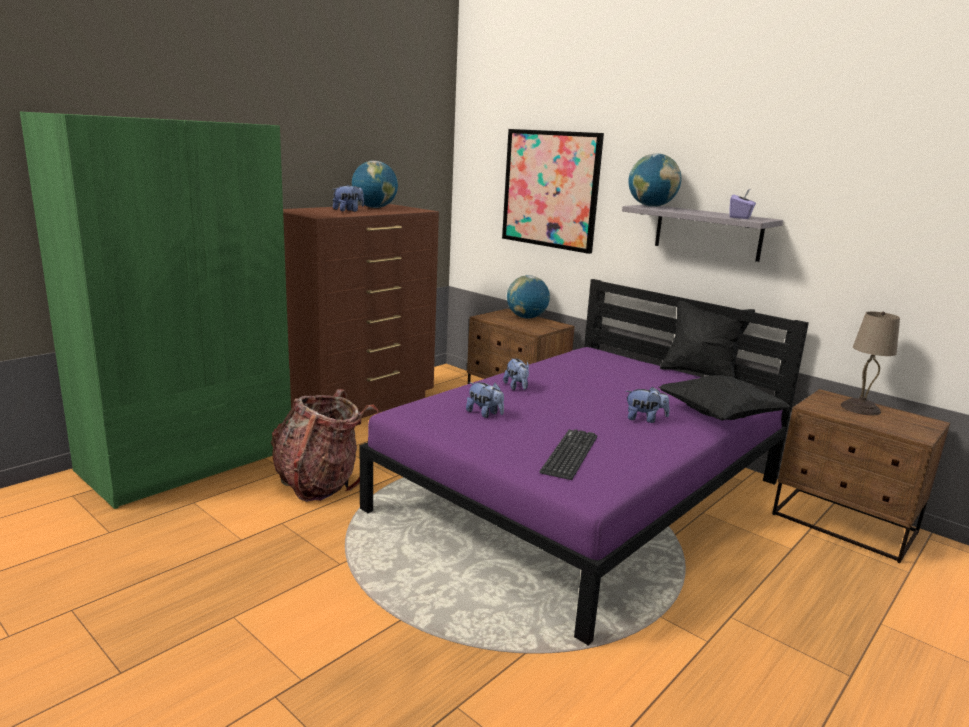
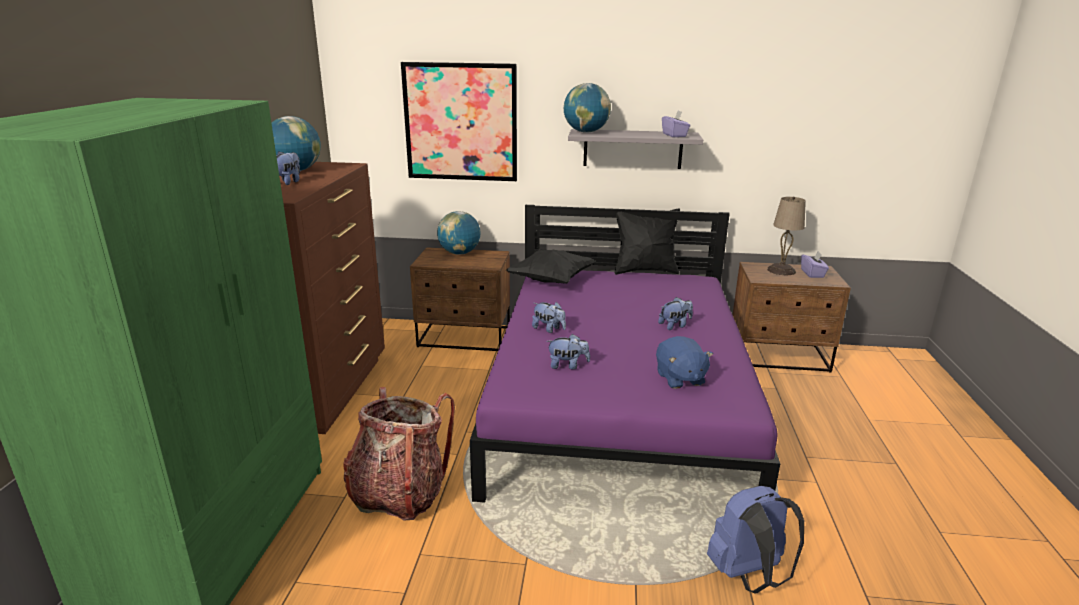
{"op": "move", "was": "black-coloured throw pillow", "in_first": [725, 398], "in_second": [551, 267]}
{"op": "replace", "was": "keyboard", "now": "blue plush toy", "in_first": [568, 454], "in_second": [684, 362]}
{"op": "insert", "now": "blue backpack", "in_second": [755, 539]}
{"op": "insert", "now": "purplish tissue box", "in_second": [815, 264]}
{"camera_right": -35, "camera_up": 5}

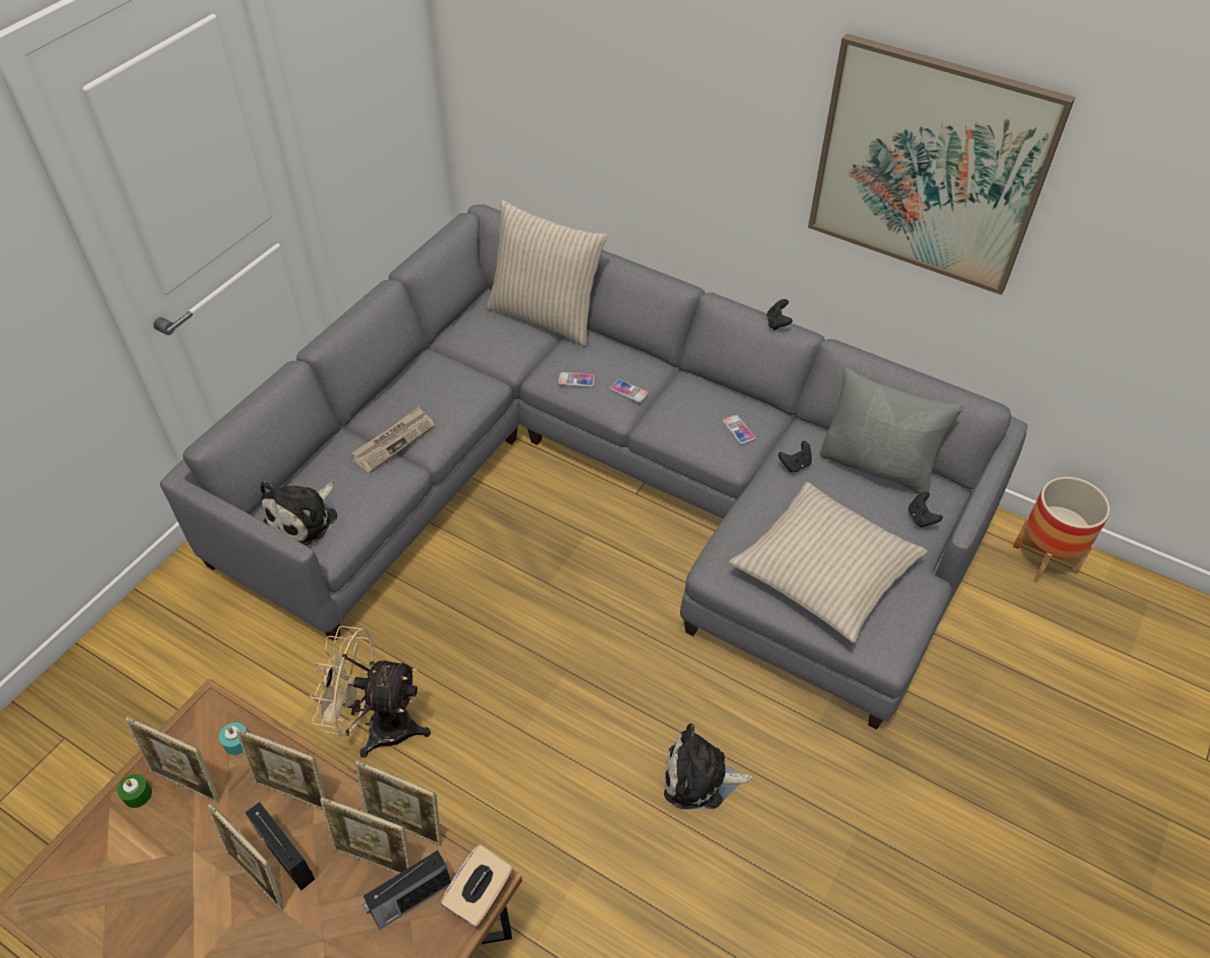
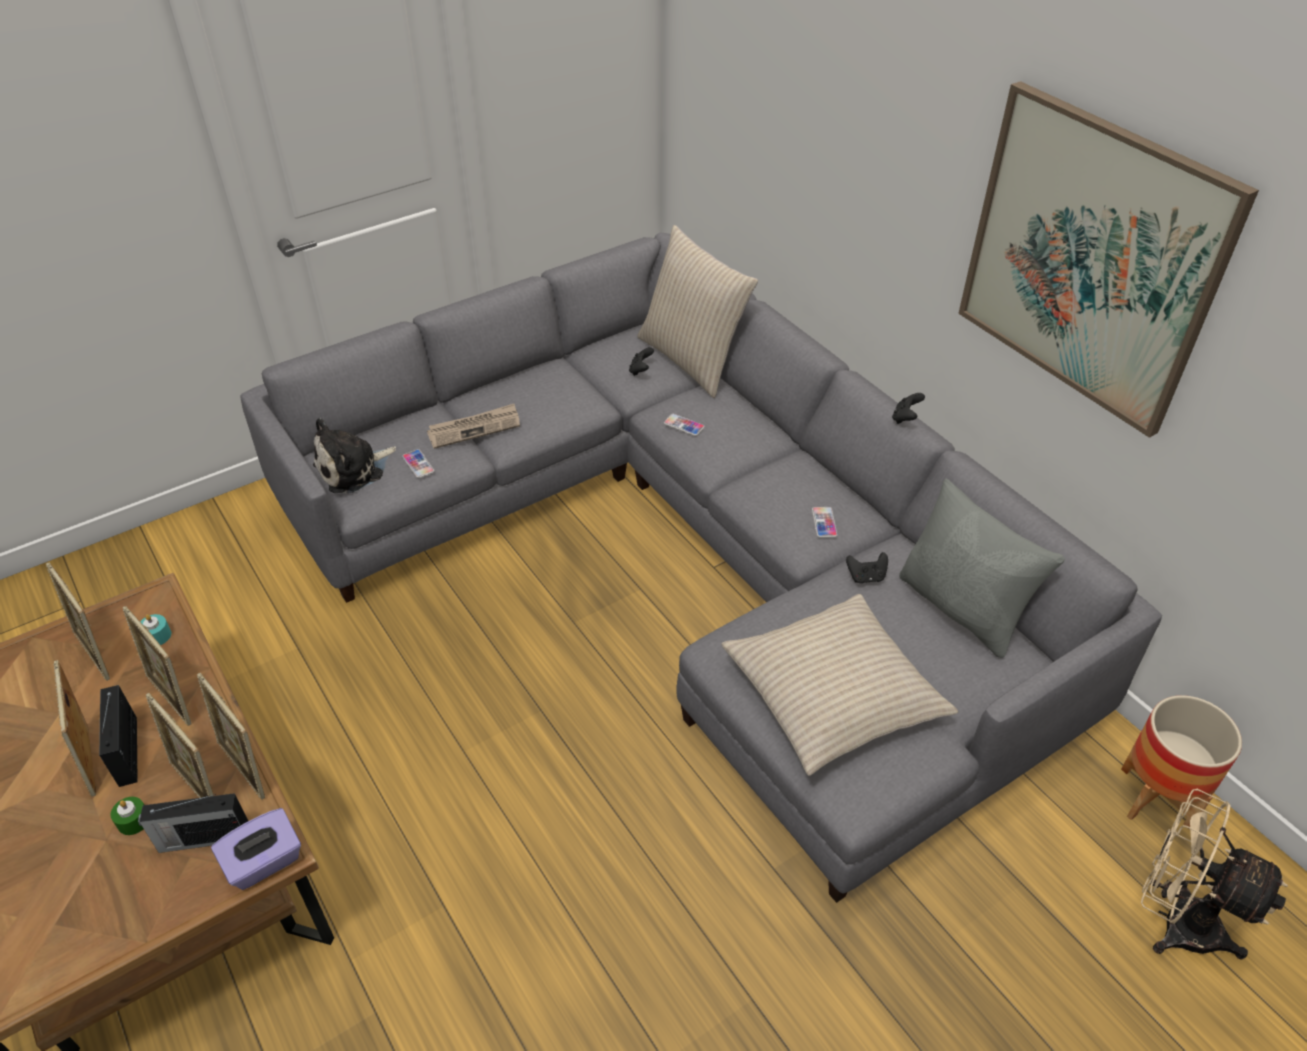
{"op": "move", "was": "green-coloured wax candle", "in_first": [134, 791], "in_second": [127, 816]}
{"op": "recolor", "was": "beige-coloured tissue box", "now": "purplish tissue box", "in_first": [476, 885], "in_second": [256, 849]}
{"op": "move", "was": "handset", "in_first": [629, 390], "in_second": [418, 463]}
{"op": "move", "was": "black-coloured joypad", "in_first": [925, 510], "in_second": [641, 361]}
{"op": "move", "was": "beige-coloured cooling fan", "in_first": [370, 692], "in_second": [1214, 874]}
{"op": "delete", "was": "plush toy", "in_first": [708, 766]}
{"camera_right": 25, "camera_up": -5}

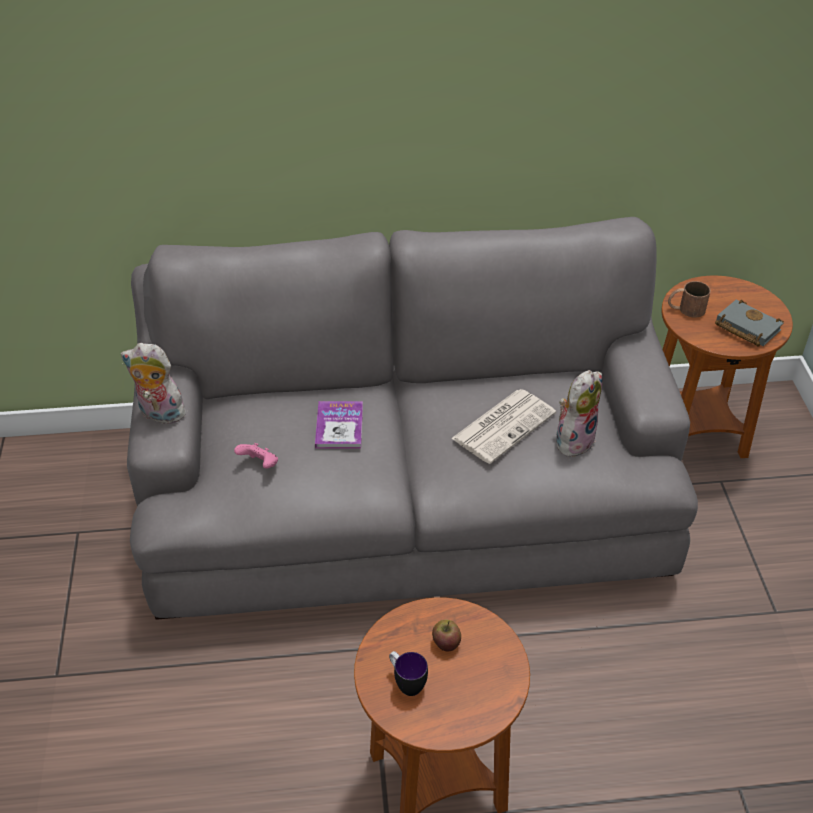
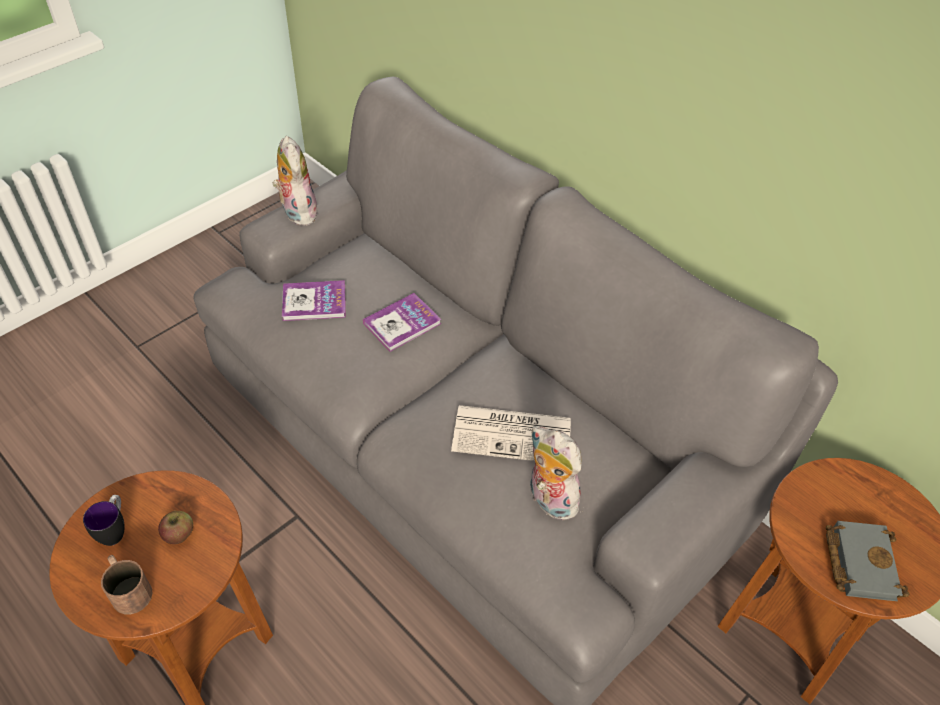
{"op": "move", "was": "brown-coloured tea mug", "in_first": [689, 299], "in_second": [127, 584]}
{"op": "replace", "was": "pink joypad", "now": "volume", "in_first": [256, 456], "in_second": [314, 300]}
{"op": "rotate", "was": "plush toy", "in_first": [579, 415], "in_second": [556, 473], "clockwise": -135}
{"camera_right": 50, "camera_up": 5}

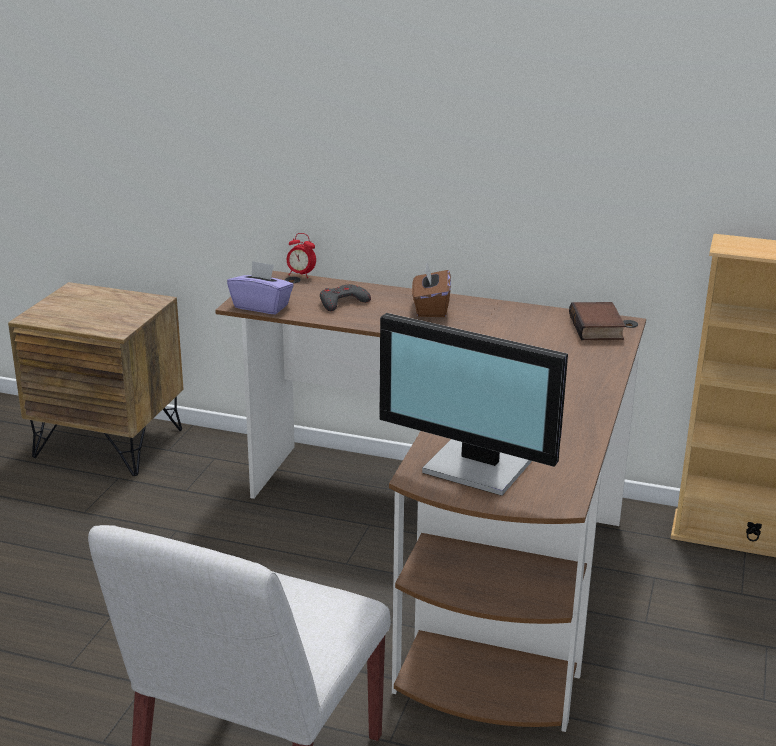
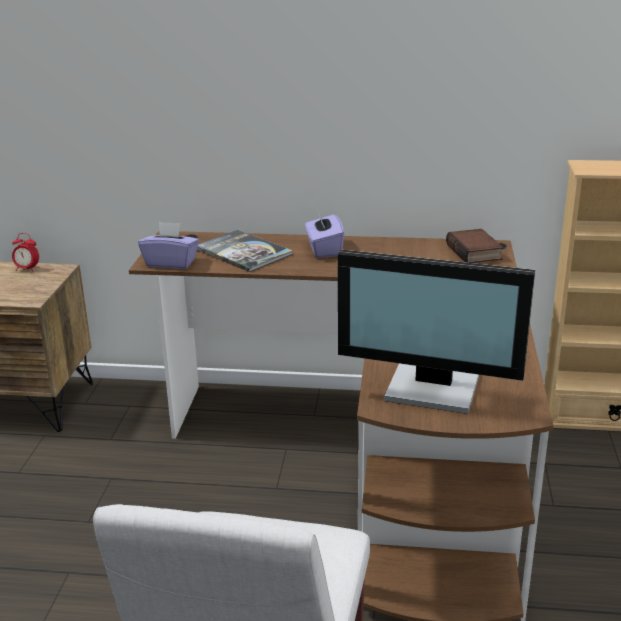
{"op": "move", "was": "table clock", "in_first": [301, 255], "in_second": [25, 252]}
{"op": "replace", "was": "greyish joypad", "now": "volume", "in_first": [345, 297], "in_second": [245, 251]}
{"op": "recolor", "was": "brown-coloured tissue box", "now": "purplish tissue box", "in_first": [431, 290], "in_second": [324, 233]}
{"camera_right": -10, "camera_up": 0}

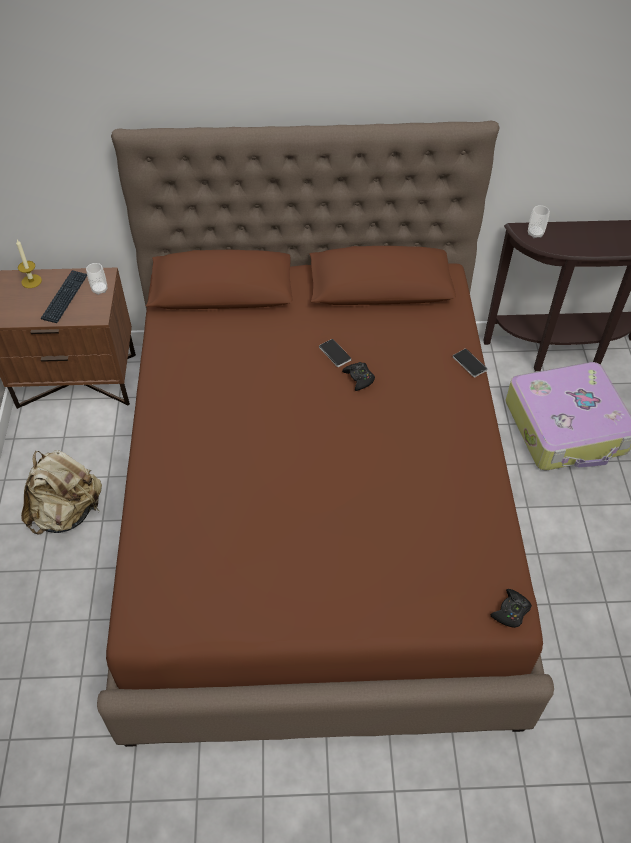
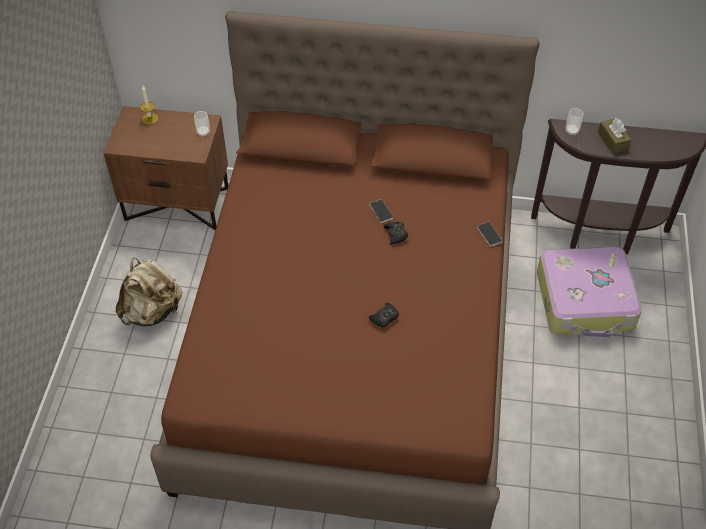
{"op": "move", "was": "black-coloured joypad", "in_first": [511, 608], "in_second": [384, 315]}
{"op": "insert", "now": "brown-coloured tissue box", "in_second": [614, 135]}
{"op": "delete", "was": "keyboard", "in_first": [64, 296]}
{"camera_right": 10, "camera_up": 0}

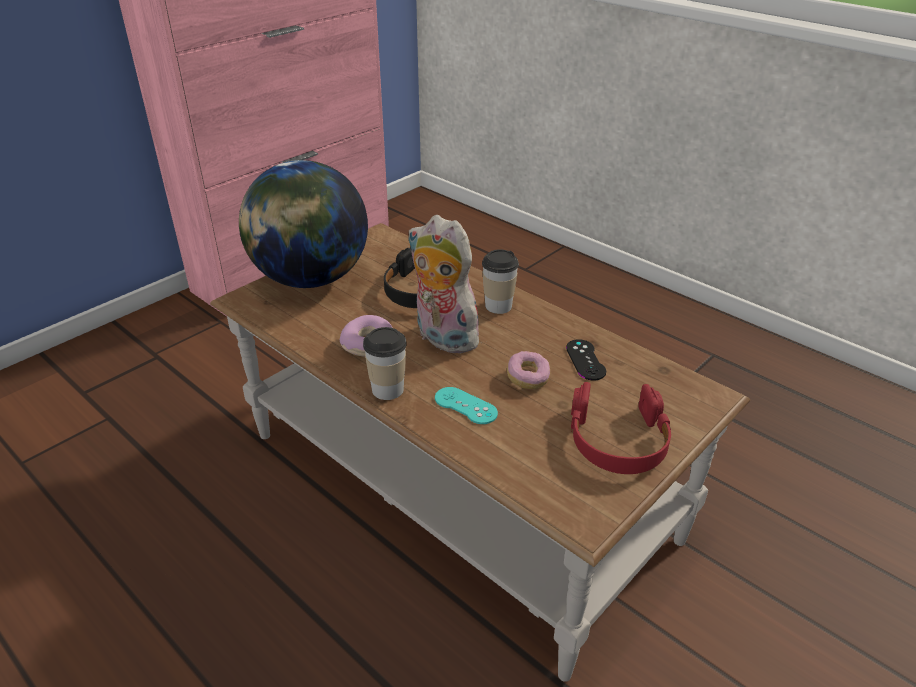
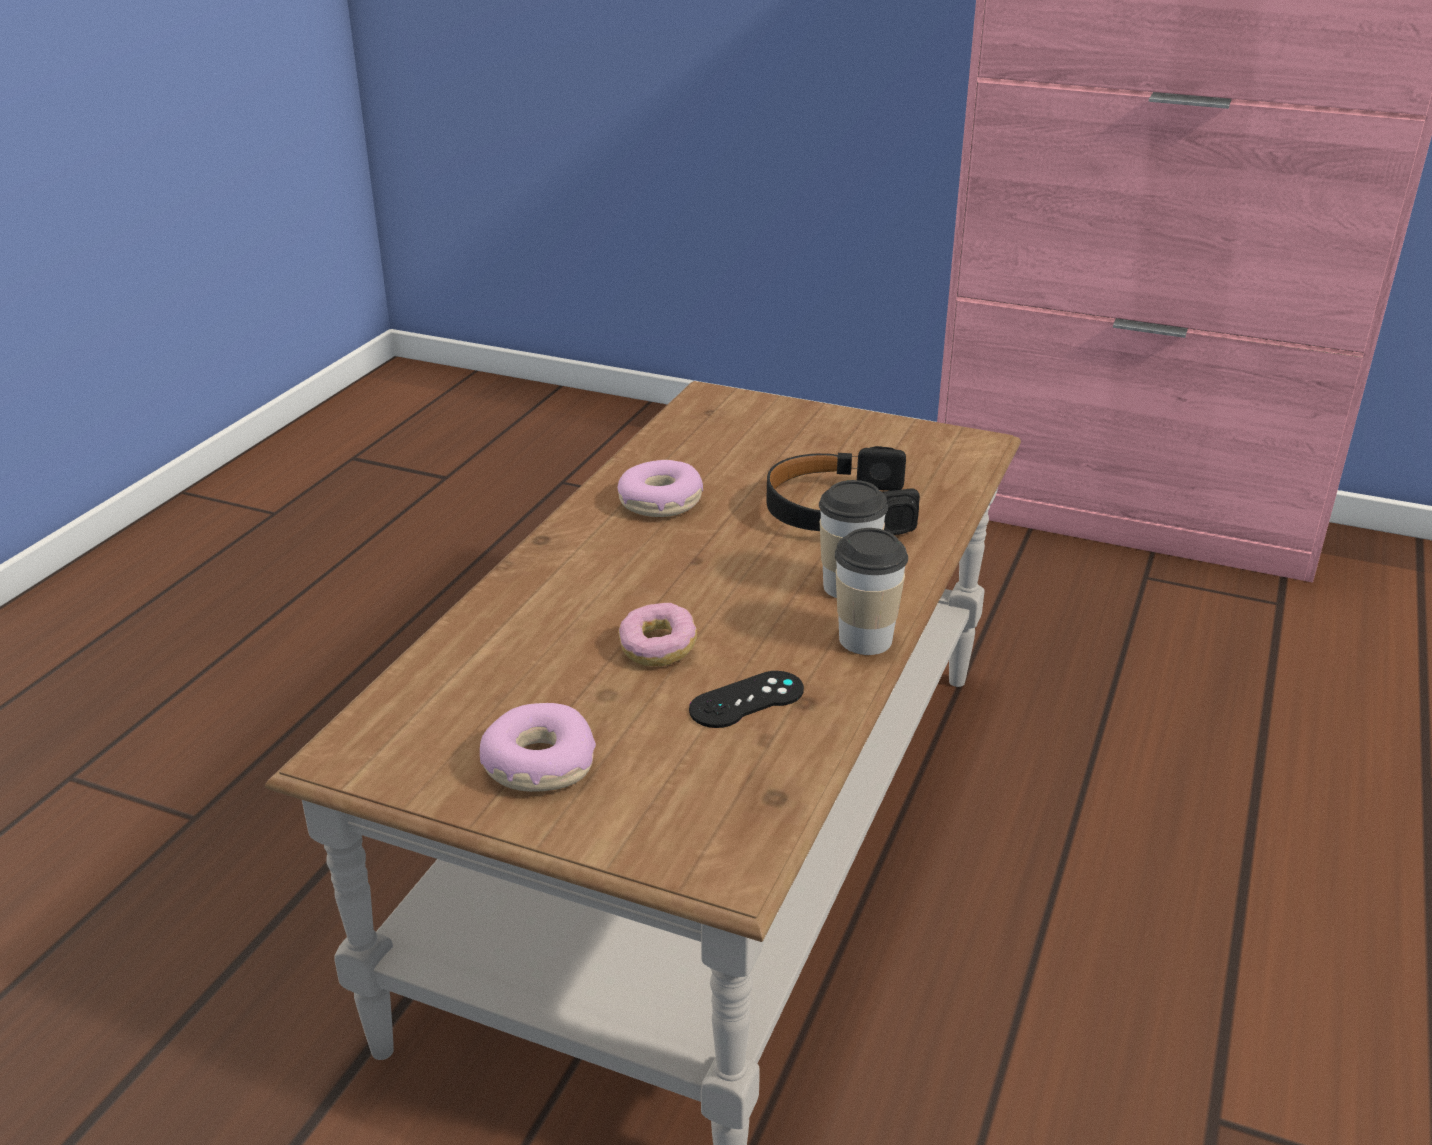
{"op": "replace", "was": "reddish headset", "now": "doughnut", "in_first": [621, 428], "in_second": [538, 747]}
{"op": "move", "was": "cup", "in_first": [385, 363], "in_second": [871, 591]}
{"op": "delete", "was": "desk globe", "in_first": [303, 224]}
{"op": "delete", "was": "plush toy", "in_first": [446, 284]}
{"op": "delete", "was": "turquoise joypad", "in_first": [466, 405]}
{"camera_right": 70, "camera_up": -5}

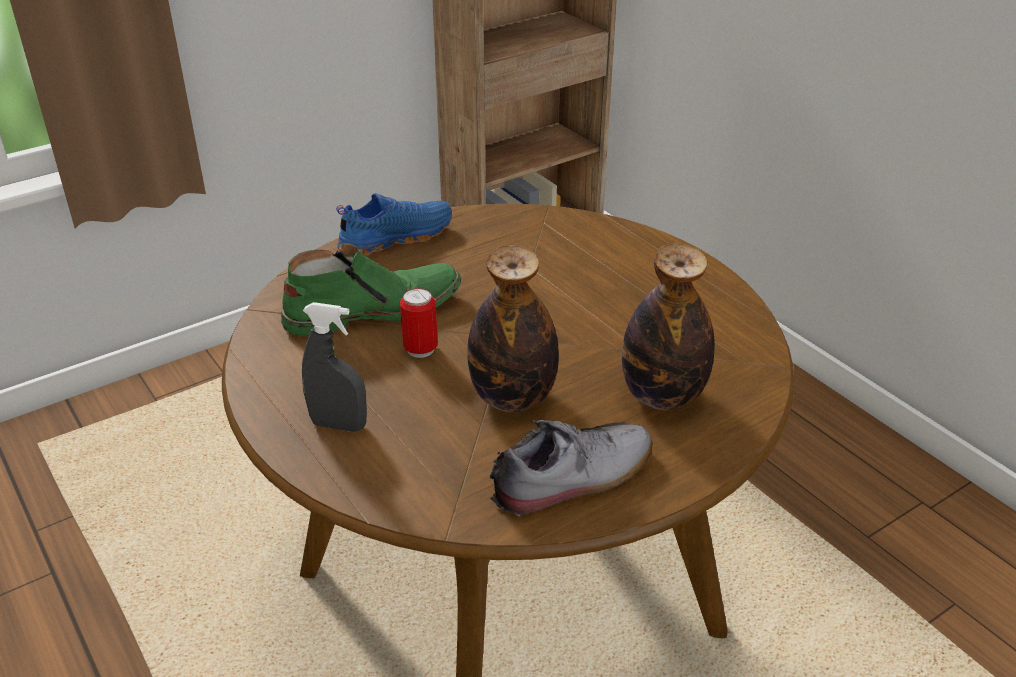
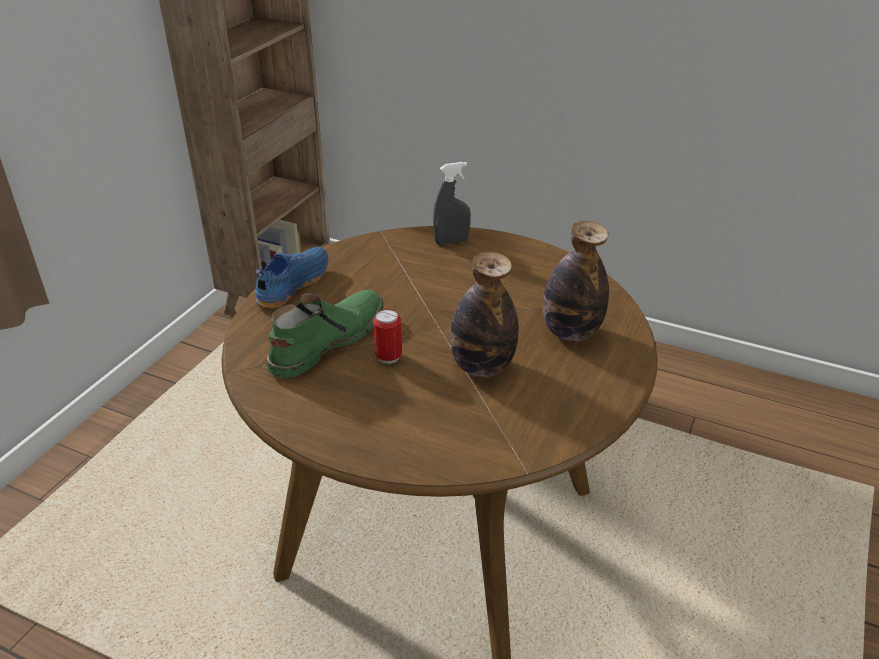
{"op": "move", "was": "greyish hand sprayer", "in_first": [334, 367], "in_second": [452, 203]}
{"op": "delete", "was": "shoe", "in_first": [571, 468]}
{"camera_right": -30, "camera_up": 0}

